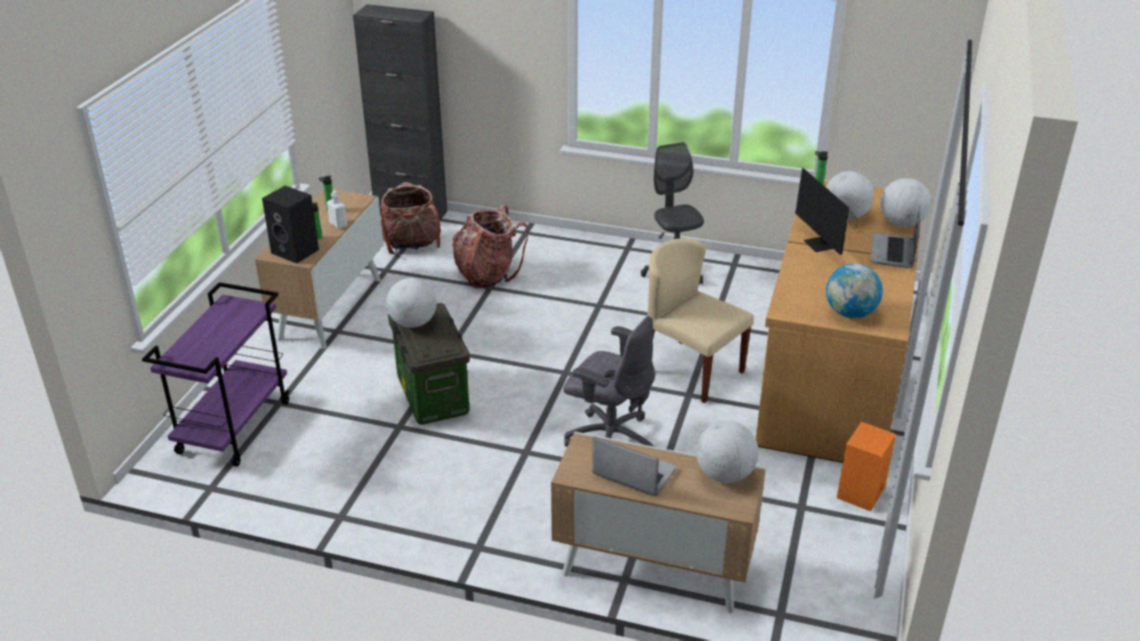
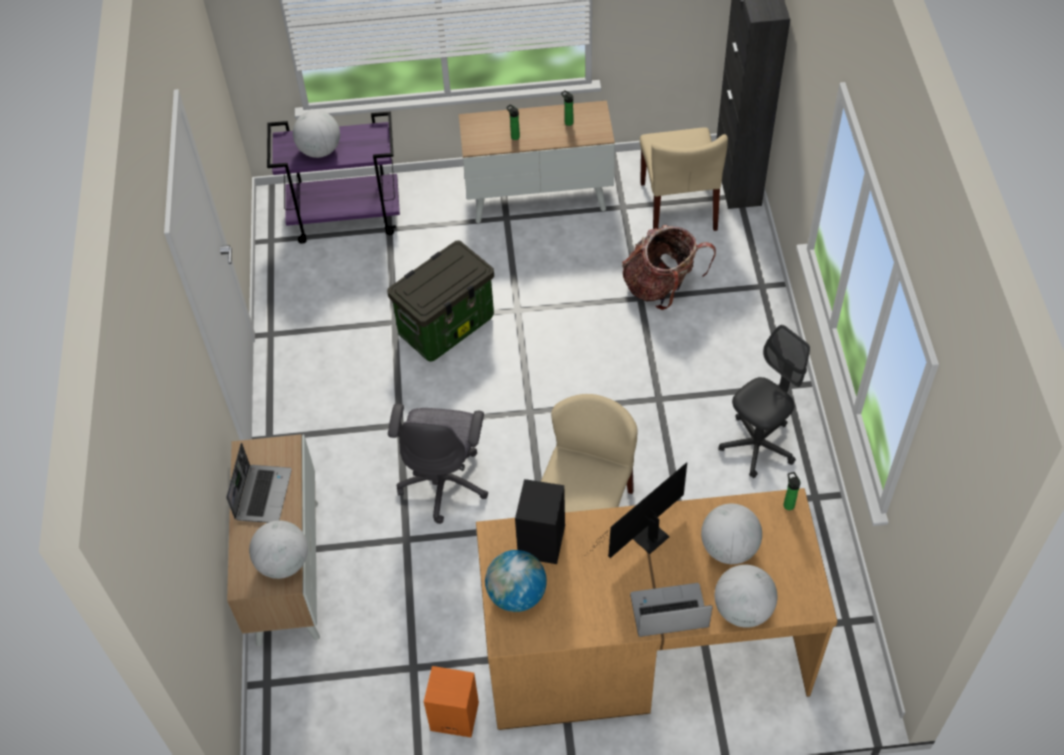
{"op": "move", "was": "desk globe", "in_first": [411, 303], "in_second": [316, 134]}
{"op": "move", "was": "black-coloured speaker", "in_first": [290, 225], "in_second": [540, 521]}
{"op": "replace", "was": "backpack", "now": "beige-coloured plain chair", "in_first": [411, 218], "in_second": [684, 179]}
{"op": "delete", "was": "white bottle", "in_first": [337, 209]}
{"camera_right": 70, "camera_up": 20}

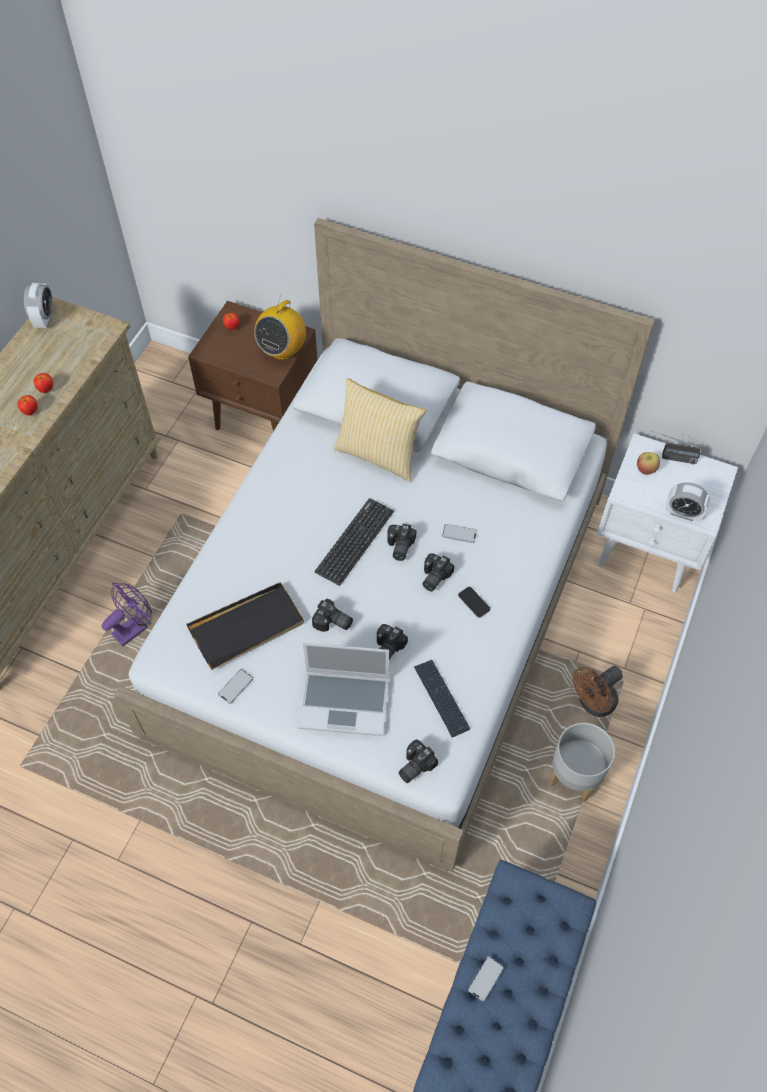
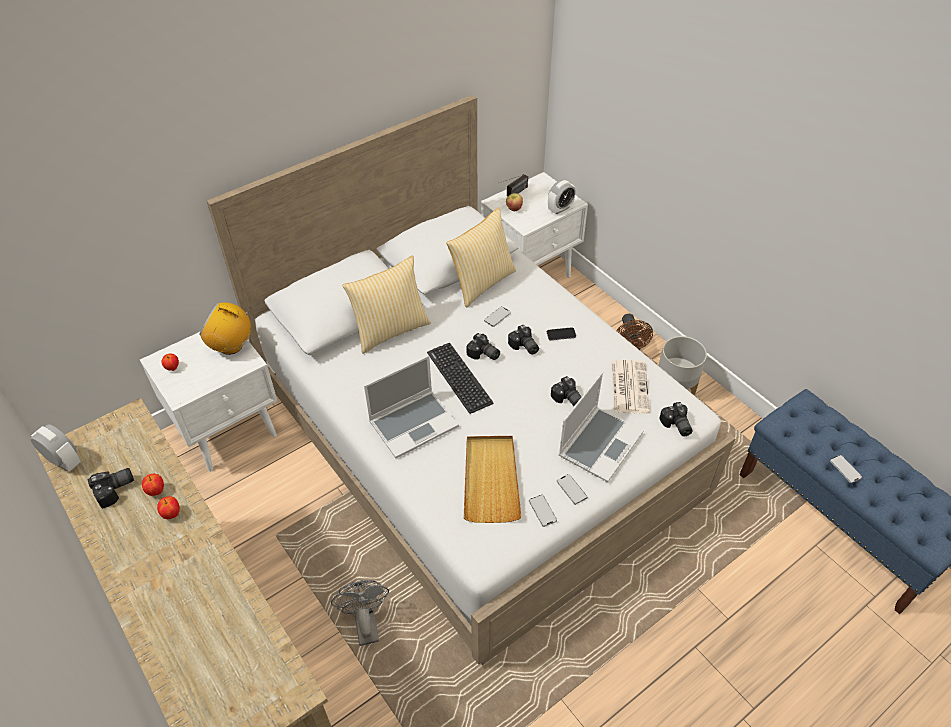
{"op": "move", "was": "photo camera", "in_first": [332, 615], "in_second": [110, 488]}
{"op": "recolor", "was": "brown-coloured night table", "now": "white night table", "in_first": [253, 366], "in_second": [208, 401]}
{"op": "rotate", "was": "radio receiver", "in_first": [280, 329], "in_second": [225, 328], "clockwise": 135}
{"op": "recolor", "was": "purplish cooling fan", "now": "greyish cooling fan", "in_first": [127, 614], "in_second": [360, 613]}
{"op": "insert", "now": "notebook computer", "in_second": [411, 406]}
{"op": "insert", "now": "throw pillow", "in_second": [481, 257]}
{"op": "recolor", "was": "black-coloured serving tray", "now": "beige-coloured serving tray", "in_first": [245, 626], "in_second": [492, 479]}
{"op": "insert", "now": "handset", "in_second": [572, 489]}
{"op": "replace", "was": "keyboard", "now": "printed paper", "in_first": [442, 698], "in_second": [630, 387]}
{"camera_right": -60, "camera_up": -10}

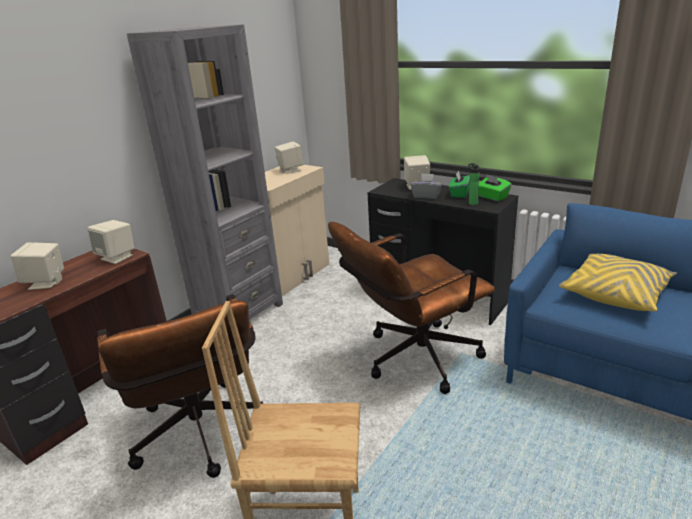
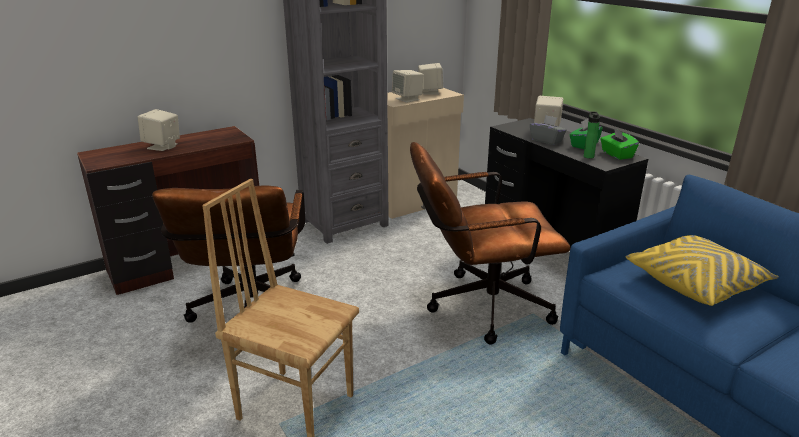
{"op": "move", "was": "beige-coloured speaker", "in_first": [110, 242], "in_second": [408, 86]}
{"camera_right": 20, "camera_up": 0}

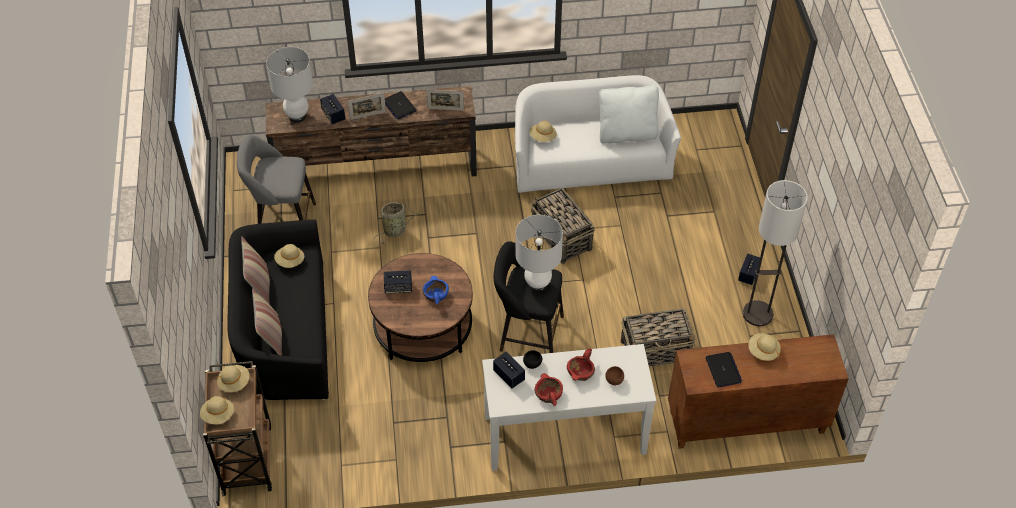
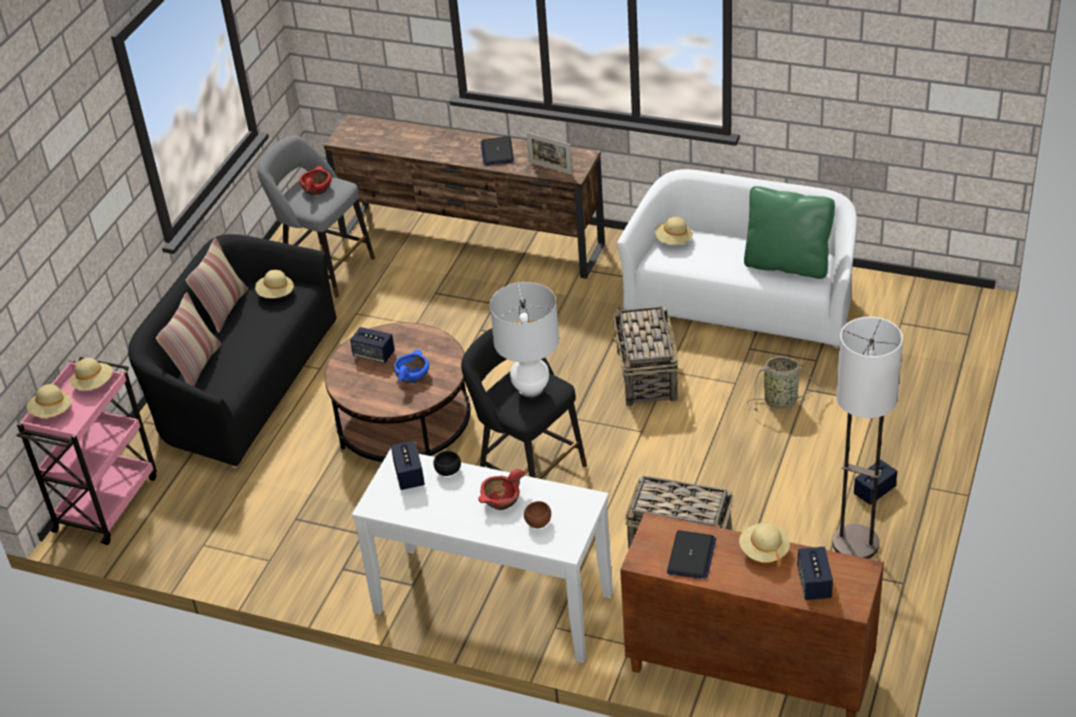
{"op": "recolor", "was": "brown-coloured wheeled cart", "now": "pink wheeled cart", "in_first": [237, 428], "in_second": [87, 451]}
{"op": "move", "was": "reddish bowl", "in_first": [549, 389], "in_second": [315, 180]}
{"op": "recolor", "was": "white throw pillow", "now": "green-coloured throw pillow", "in_first": [629, 115], "in_second": [789, 232]}
{"op": "move", "was": "basket", "in_first": [398, 223], "in_second": [788, 384]}
{"op": "move", "was": "speaker", "in_first": [332, 109], "in_second": [815, 573]}
{"op": "delete", "was": "white tabletop lamp", "in_first": [289, 85]}
{"op": "delete", "was": "standing frame", "in_first": [367, 106]}
{"camera_right": 30, "camera_up": -10}

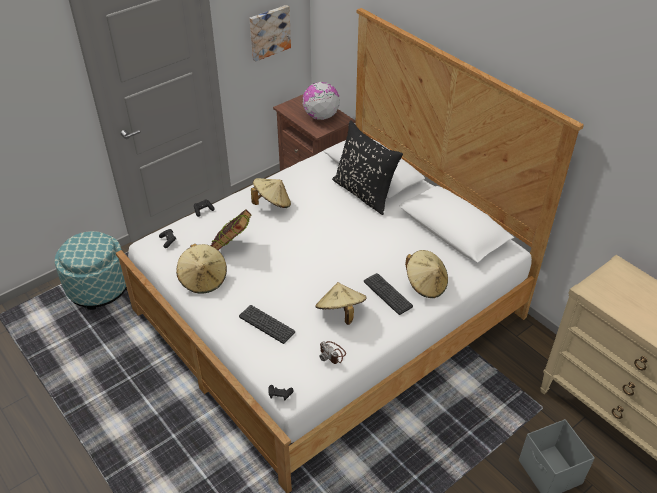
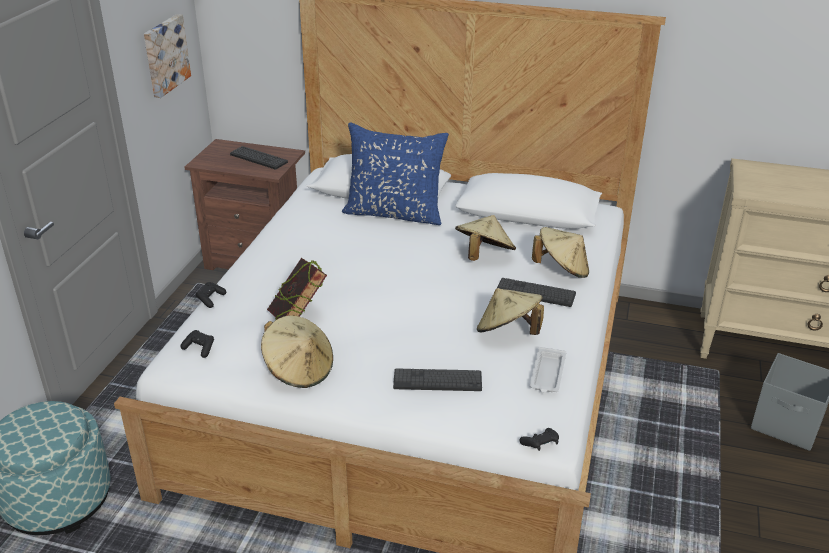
{"op": "replace", "was": "desk globe", "now": "keyboard", "in_first": [321, 101], "in_second": [259, 157]}
{"op": "recolor", "was": "black-coloured throw pillow", "now": "blue throw pillow", "in_first": [367, 167], "in_second": [395, 173]}
{"op": "move", "was": "beige-coloured wearable hat", "in_first": [271, 193], "in_second": [485, 238]}
{"op": "replace", "was": "photo camera", "now": "white serving tray", "in_first": [332, 352], "in_second": [548, 370]}
{"camera_right": -35, "camera_up": -10}

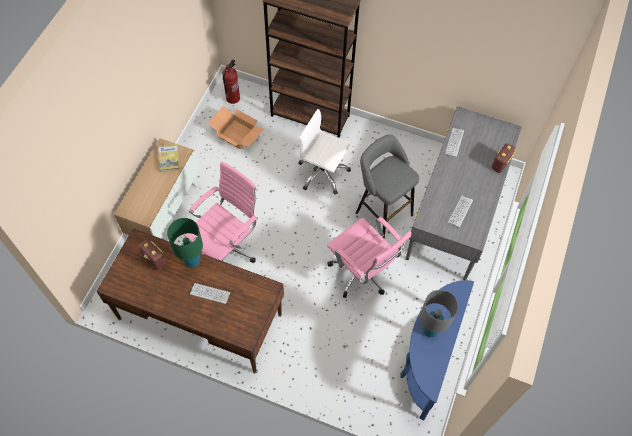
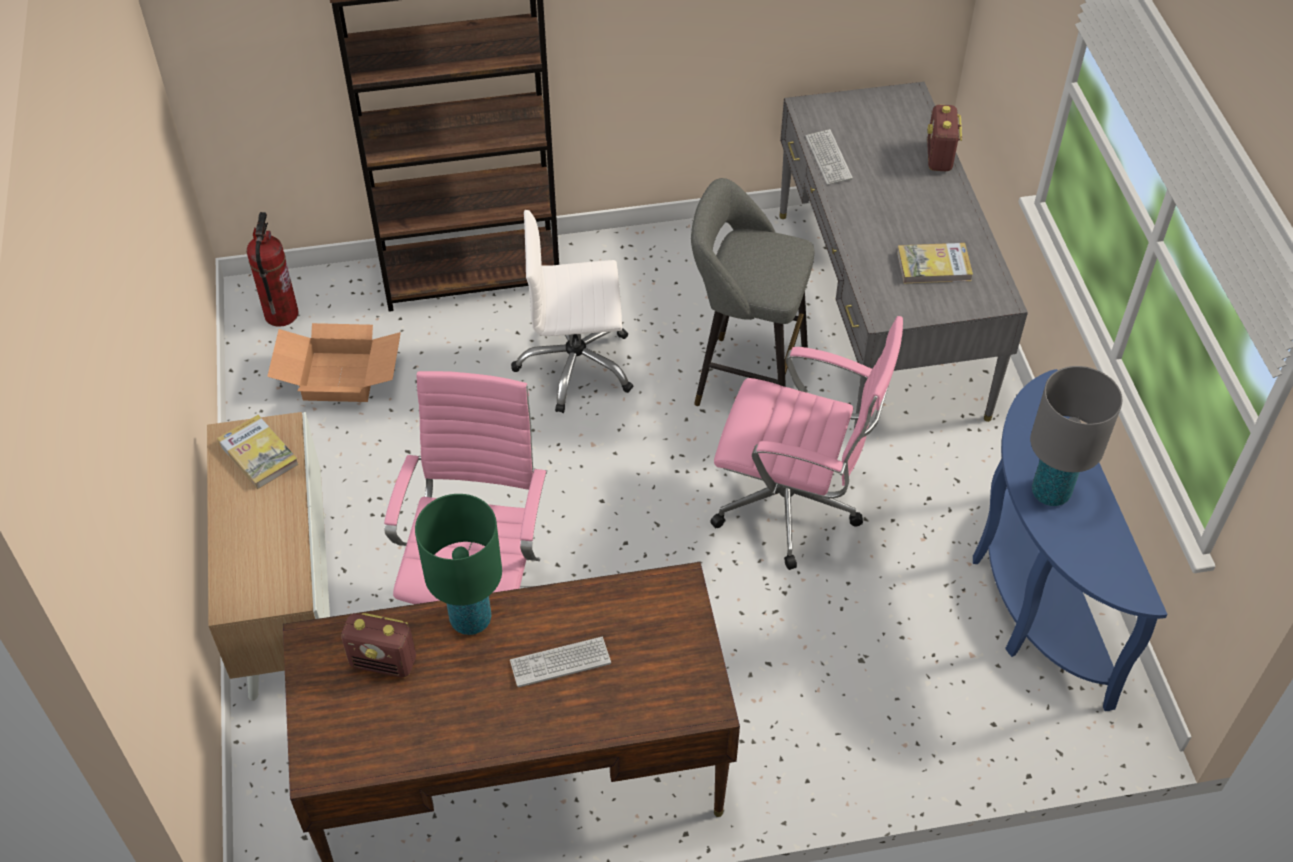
{"op": "replace", "was": "keyboard", "now": "volume", "in_first": [460, 211], "in_second": [935, 263]}
{"camera_right": -30, "camera_up": -10}

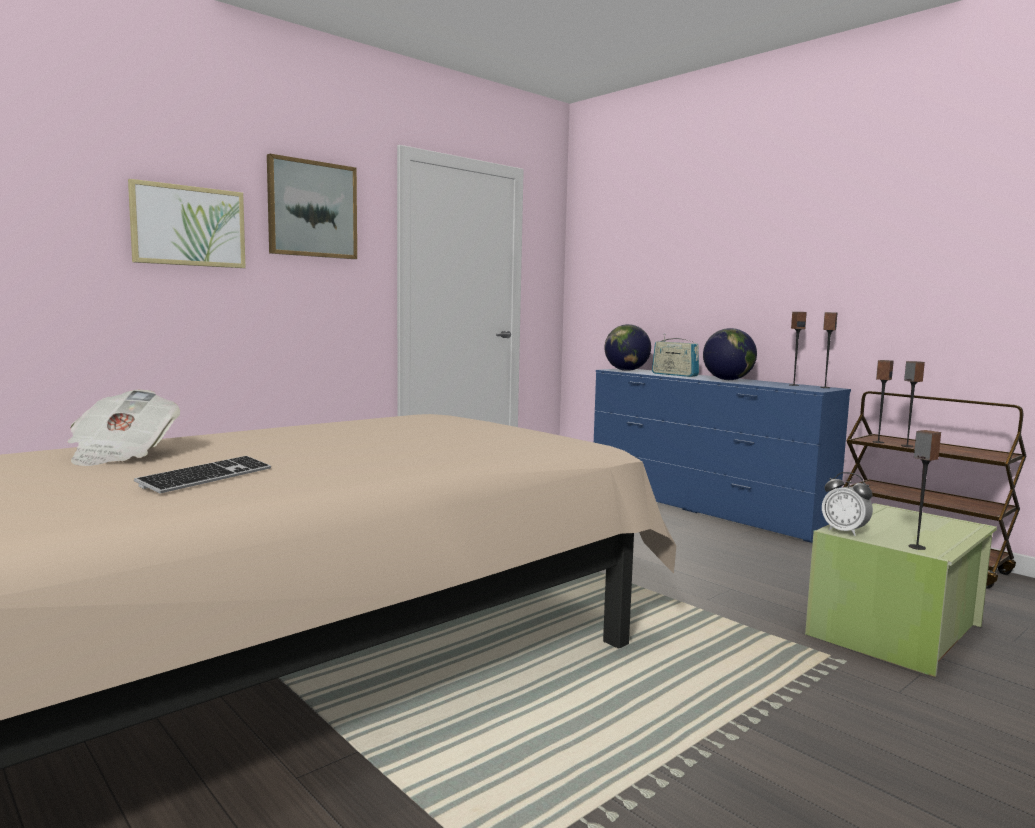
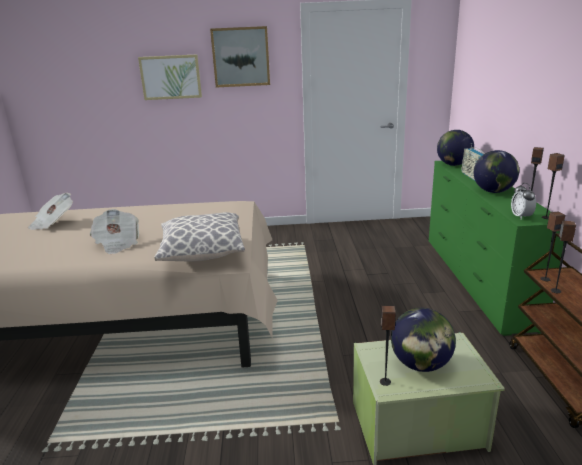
{"op": "insert", "now": "printed paper", "in_second": [114, 231]}
{"op": "insert", "now": "throw pillow", "in_second": [199, 236]}
{"op": "insert", "now": "desk globe", "in_second": [423, 340]}
{"op": "recolor", "was": "blue drawer chest", "now": "green-coloured drawer chest", "in_first": [722, 456], "in_second": [497, 248]}
{"op": "move", "was": "table clock", "in_first": [847, 504], "in_second": [523, 201]}
{"op": "delete", "was": "keyboard", "in_first": [202, 474]}
{"camera_right": 40, "camera_up": 15}

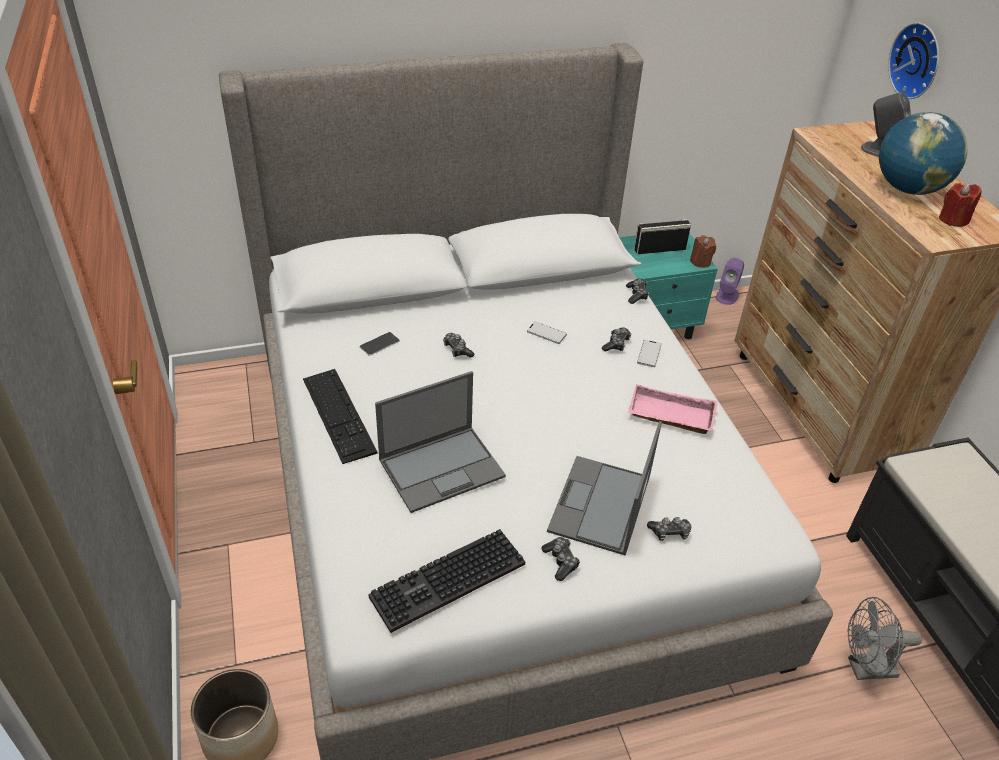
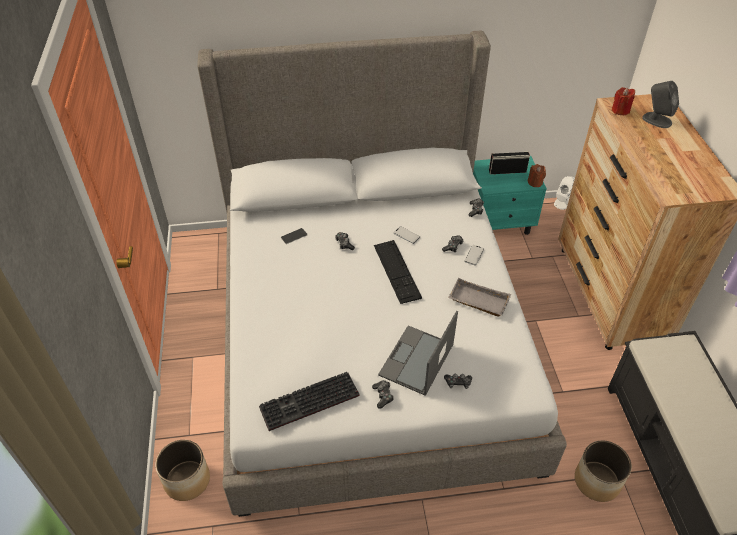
{"op": "move", "was": "keyboard", "in_first": [340, 416], "in_second": [398, 272]}
{"op": "recolor", "was": "pink serving tray", "now": "greyish serving tray", "in_first": [673, 409], "in_second": [479, 297]}
{"op": "recolor", "was": "purplish speaker", "now": "white speaker", "in_first": [730, 281], "in_second": [564, 193]}
{"op": "replace", "was": "greyish cooling fan", "now": "flower pot", "in_first": [885, 638], "in_second": [603, 471]}
{"op": "move", "was": "reddish wax candle", "in_first": [960, 205], "in_second": [623, 101]}
{"op": "delete", "was": "notebook computer", "in_first": [440, 442]}
{"op": "delete", "was": "desk globe", "in_first": [923, 153]}
{"op": "delete", "was": "clock on the wall", "in_first": [913, 60]}
{"camera_right": 10, "camera_up": 5}

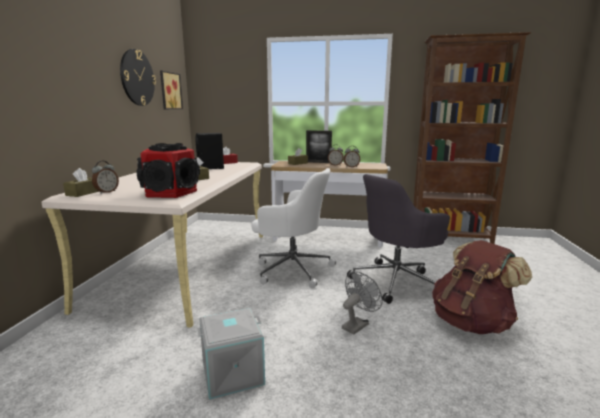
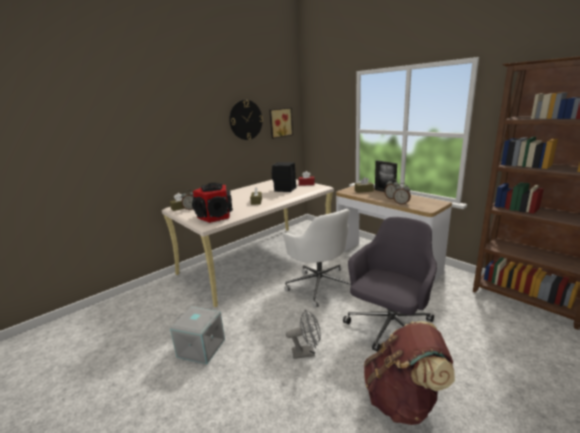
{"op": "rotate", "was": "greyish desk chair", "in_first": [398, 239], "in_second": [390, 284], "clockwise": 120}
{"camera_right": 40, "camera_up": 5}

